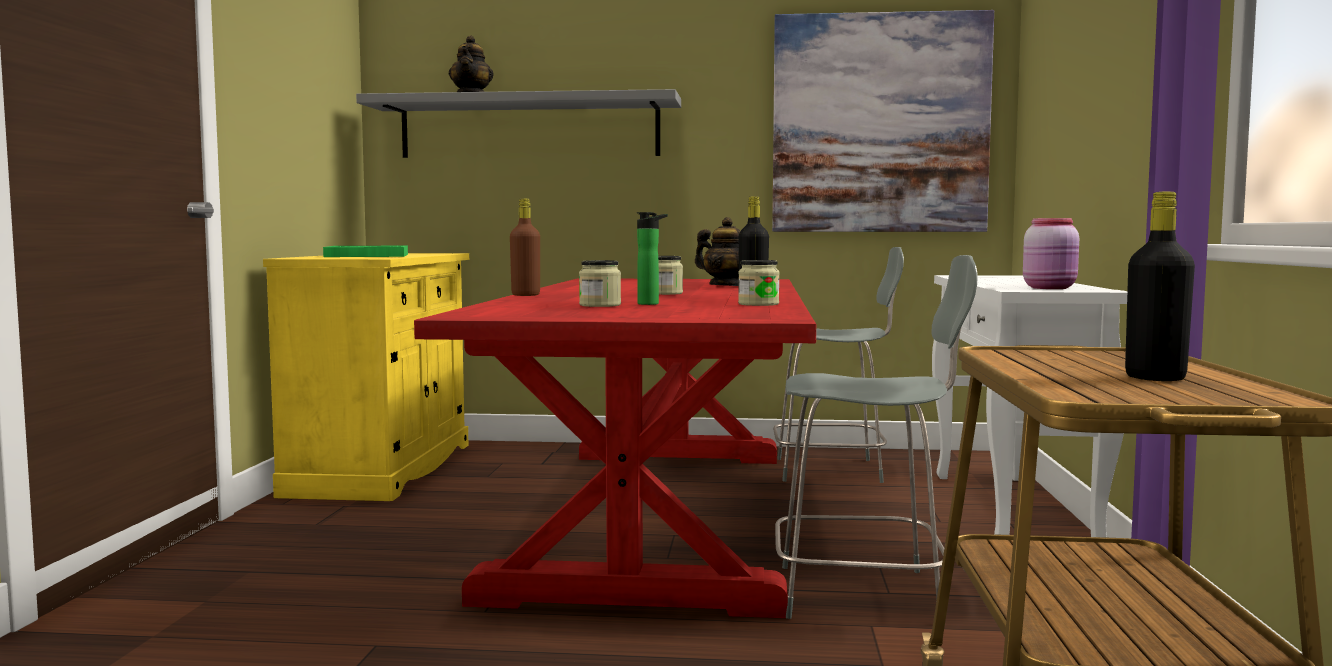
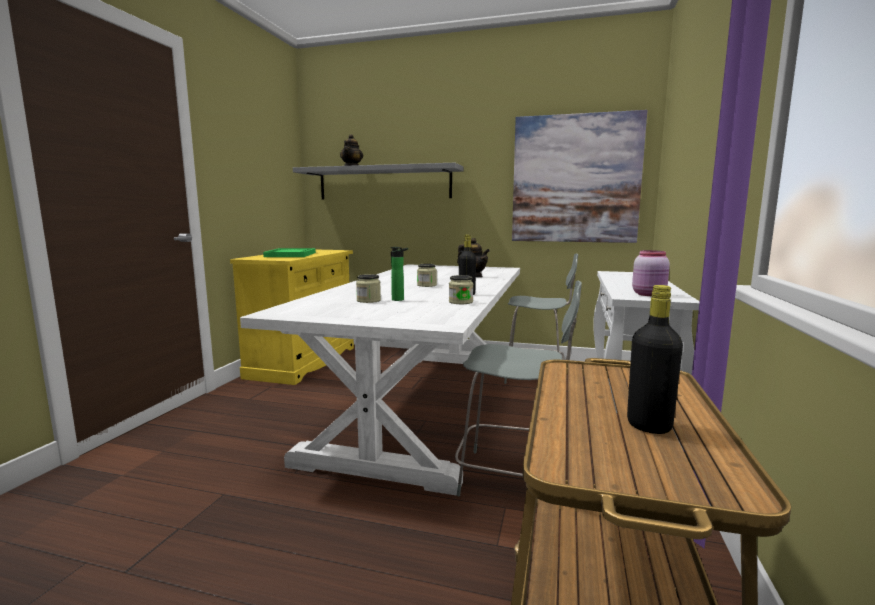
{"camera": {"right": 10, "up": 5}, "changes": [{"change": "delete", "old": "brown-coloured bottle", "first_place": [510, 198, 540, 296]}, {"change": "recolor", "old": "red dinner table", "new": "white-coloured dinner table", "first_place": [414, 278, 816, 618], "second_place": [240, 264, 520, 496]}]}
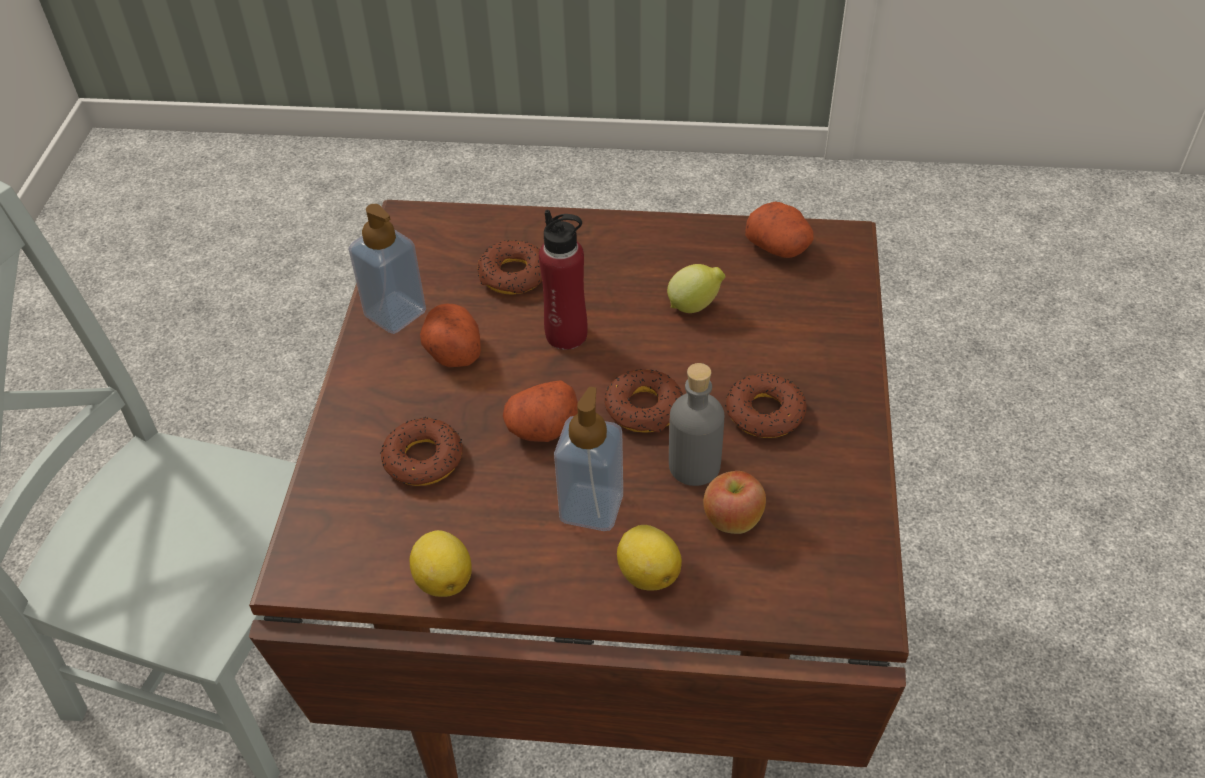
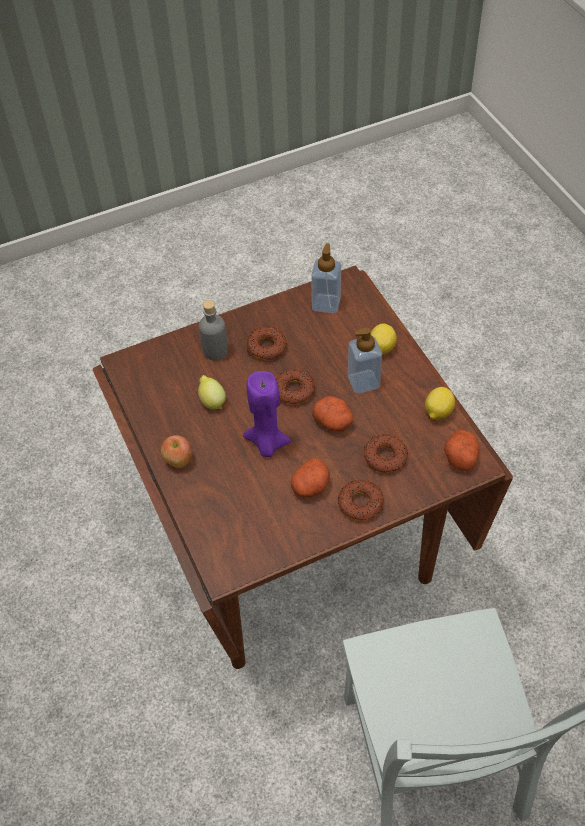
{"camera": {"right": -120, "up": 5}, "changes": [{"change": "move", "old": "spud", "first_place": [745, 202, 814, 258], "second_place": [444, 430, 480, 471]}, {"change": "move", "old": "soap dispenser", "first_place": [348, 204, 426, 334], "second_place": [311, 243, 341, 313]}, {"change": "replace", "old": "red bottle", "new": "purple-coloured candle", "first_place": [539, 210, 588, 350], "second_place": [243, 371, 292, 457]}, {"change": "move", "old": "ring doughnut", "first_place": [477, 240, 542, 295], "second_place": [338, 480, 384, 520]}, {"change": "move", "old": "grey bottle", "first_place": [669, 363, 724, 486], "second_place": [199, 300, 228, 360]}, {"change": "move", "old": "apple", "first_place": [703, 471, 766, 534], "second_place": [161, 435, 192, 468]}]}
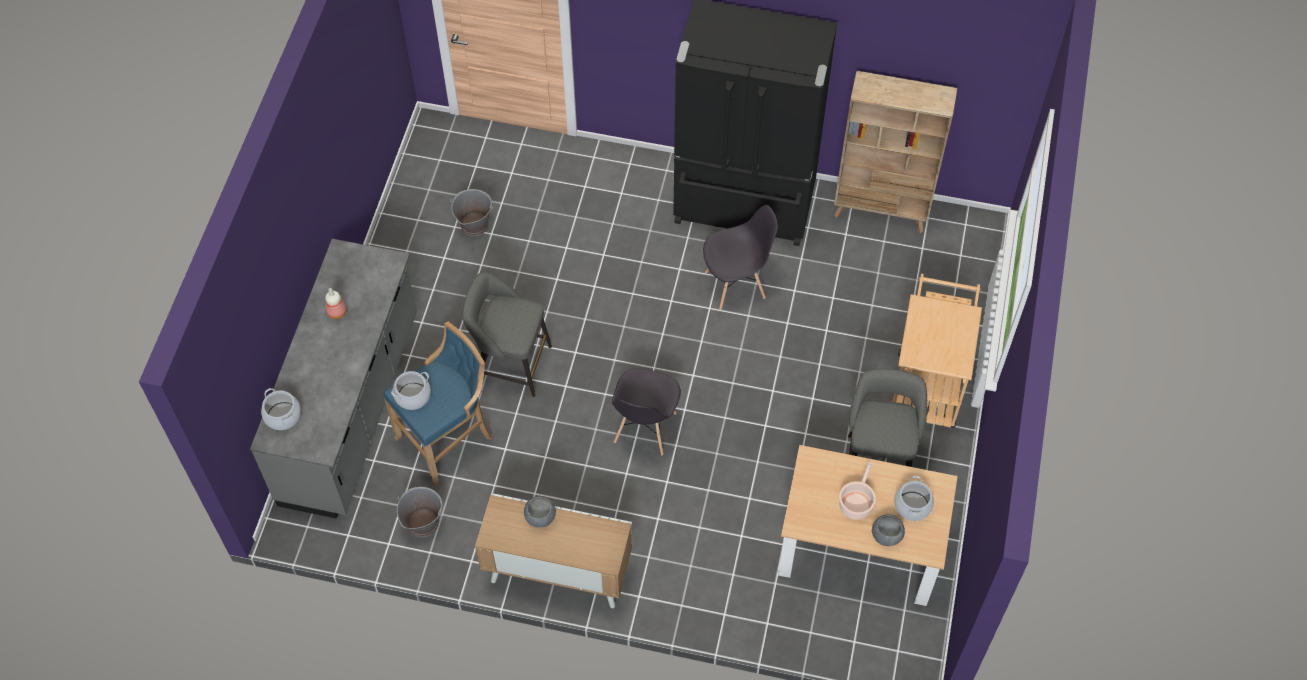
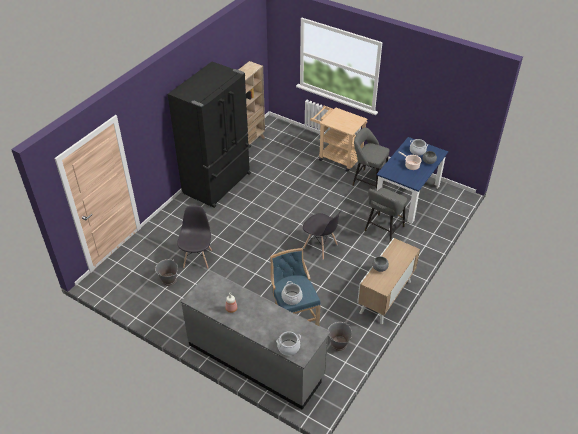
{"camera": {"right": -70, "up": -15}, "changes": [{"change": "move", "old": "grey chair", "first_place": [703, 205, 778, 310], "second_place": [177, 205, 212, 269]}, {"change": "move", "old": "grey stool", "first_place": [463, 272, 552, 397], "second_place": [364, 188, 407, 242]}, {"change": "recolor", "old": "beige-coloured dinner table", "new": "blue dinner table", "first_place": [778, 445, 958, 606], "second_place": [377, 137, 448, 224]}]}
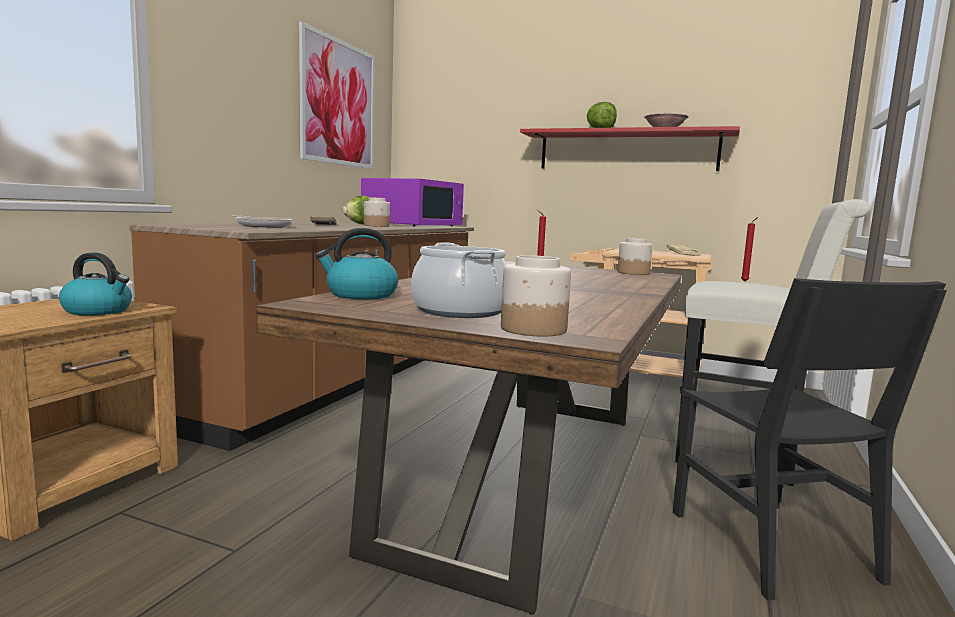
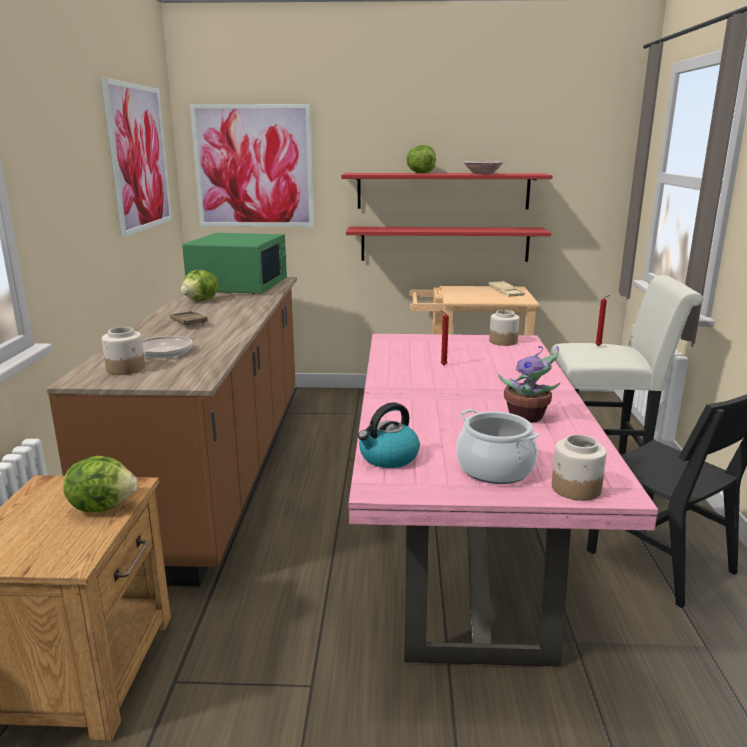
{"camera": {"right": -20, "up": 10}, "changes": [{"change": "recolor", "old": "purple-coloured kitchen microwave", "new": "green kitchen microwave", "first_place": [361, 178, 464, 226], "second_place": [182, 233, 287, 294]}, {"change": "move", "old": "preserve jar", "first_place": [364, 197, 390, 227], "second_place": [102, 327, 145, 375]}, {"change": "replace", "old": "water kettle", "new": "head of lettuce", "first_place": [59, 253, 132, 315], "second_place": [63, 456, 138, 512]}, {"change": "recolor", "old": "brown-coloured dinner table", "new": "pinkish dinner table", "first_place": [256, 261, 681, 615], "second_place": [348, 334, 658, 667]}, {"change": "insert", "new": "wall art", "second_place": [190, 104, 314, 227]}, {"change": "insert", "new": "red bracket shelf", "second_place": [346, 227, 551, 262]}, {"change": "insert", "new": "potted plant", "second_place": [498, 346, 560, 423]}]}
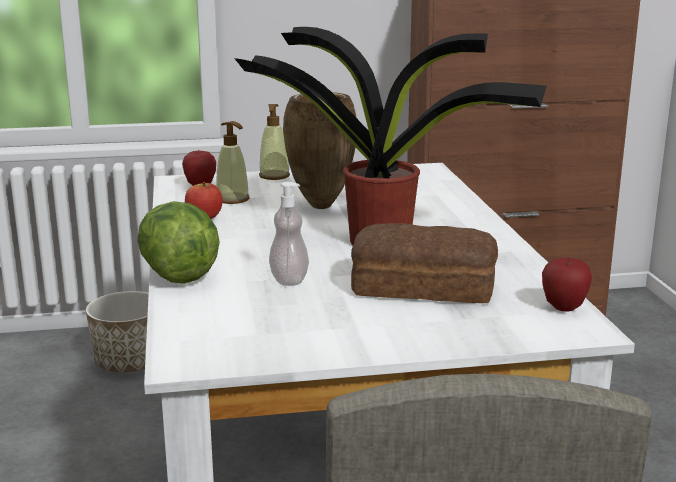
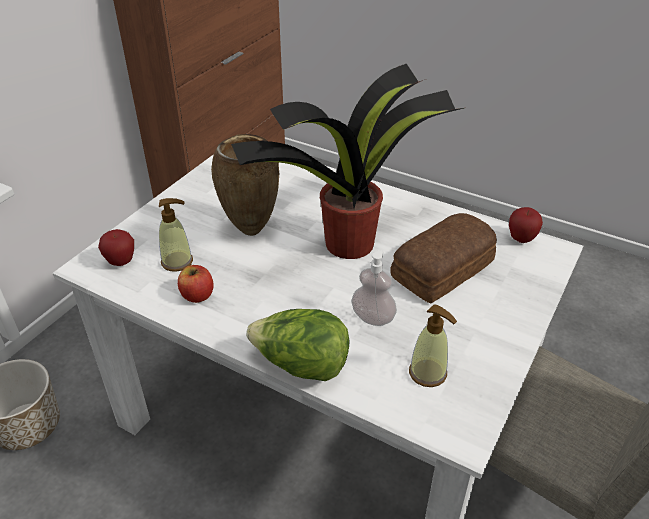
{"camera": {"right": -50, "up": 20}, "changes": [{"change": "move", "old": "soap dispenser", "first_place": [259, 104, 290, 180], "second_place": [409, 304, 457, 387]}]}
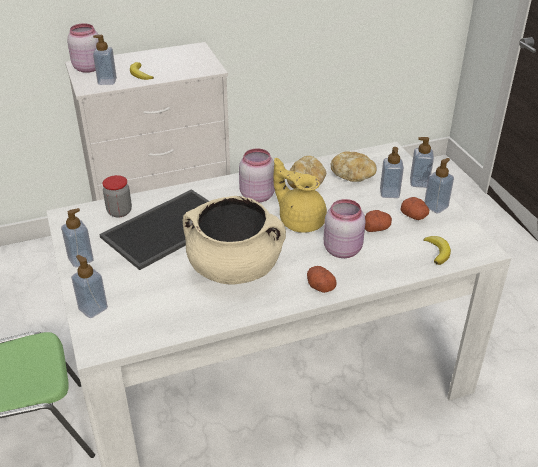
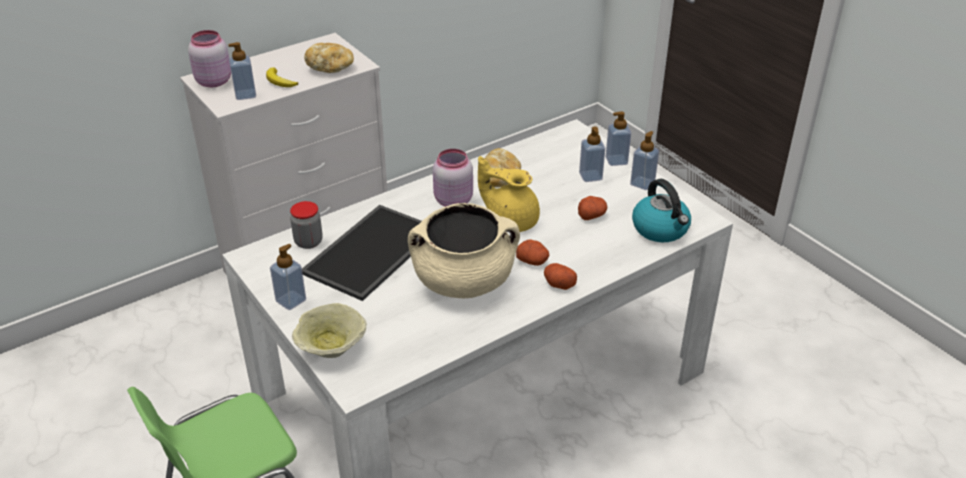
{"camera": {"right": -15, "up": 0}, "changes": [{"change": "move", "old": "baked bread", "first_place": [331, 151, 377, 182], "second_place": [304, 43, 354, 73]}, {"change": "move", "old": "spud", "first_place": [400, 197, 429, 220], "second_place": [516, 240, 549, 266]}, {"change": "delete", "old": "pinkish preserve jar", "first_place": [324, 199, 366, 258]}, {"change": "replace", "old": "banana fruit", "new": "water kettle", "first_place": [423, 236, 451, 265], "second_place": [632, 179, 691, 242]}, {"change": "replace", "old": "soap dispenser", "new": "beige-coloured bowl", "first_place": [71, 255, 108, 318], "second_place": [292, 303, 367, 358]}]}
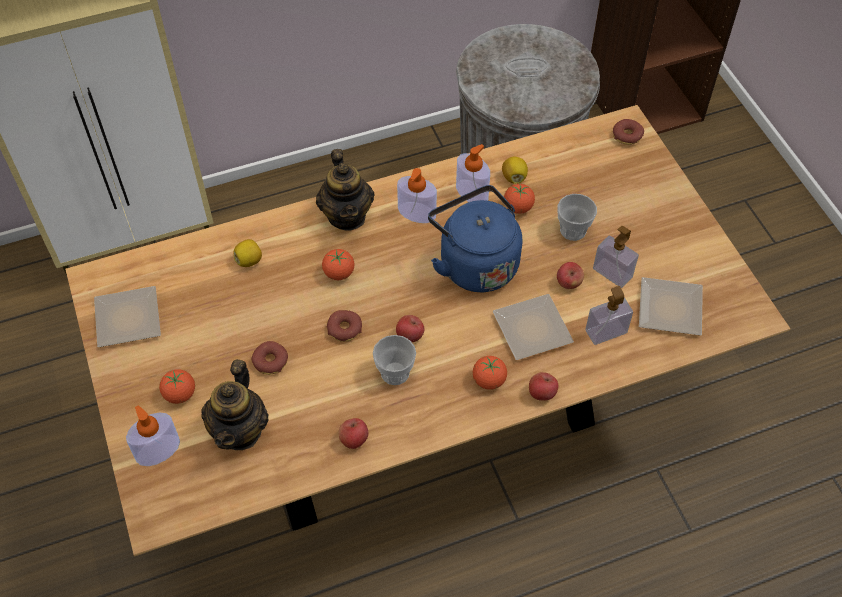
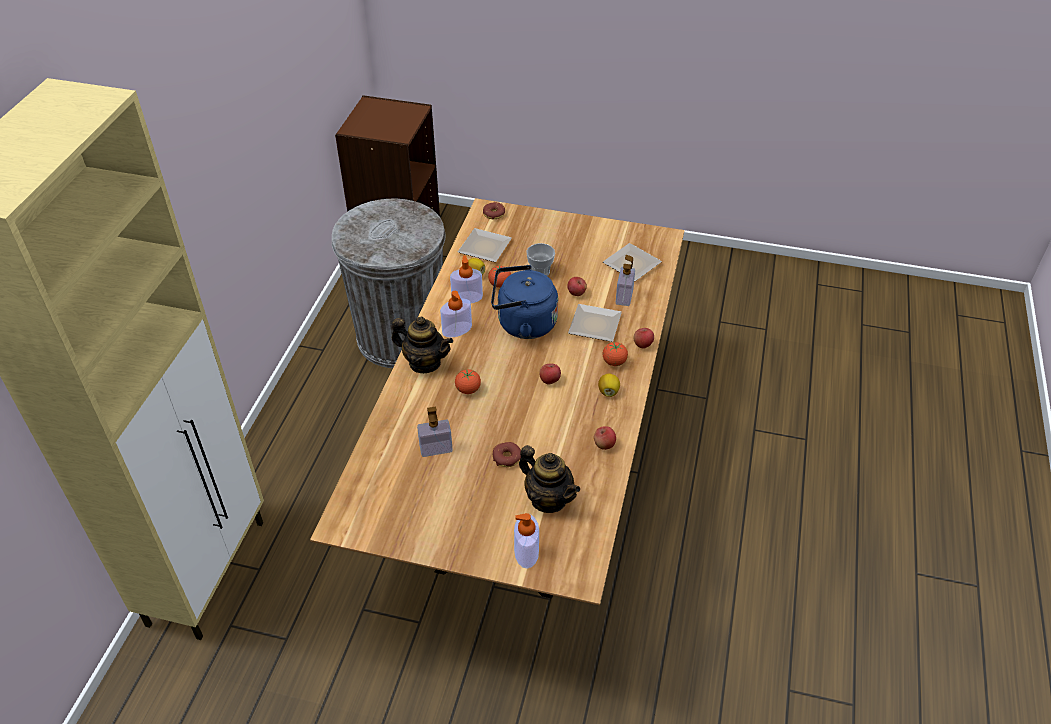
{"camera": {"right": -55, "up": -10}, "changes": [{"change": "move", "old": "soap dispenser", "first_place": [593, 226, 639, 288], "second_place": [417, 407, 453, 457]}, {"change": "move", "old": "lemon", "first_place": [233, 239, 262, 267], "second_place": [598, 374, 620, 397]}, {"change": "move", "old": "dinner plate", "first_place": [94, 286, 161, 347], "second_place": [458, 228, 512, 262]}, {"change": "delete", "old": "ring doughnut", "first_place": [327, 310, 362, 342]}, {"change": "delete", "old": "cup", "first_place": [373, 335, 416, 385]}, {"change": "delete", "old": "fresh tomato", "first_place": [159, 369, 195, 404]}]}
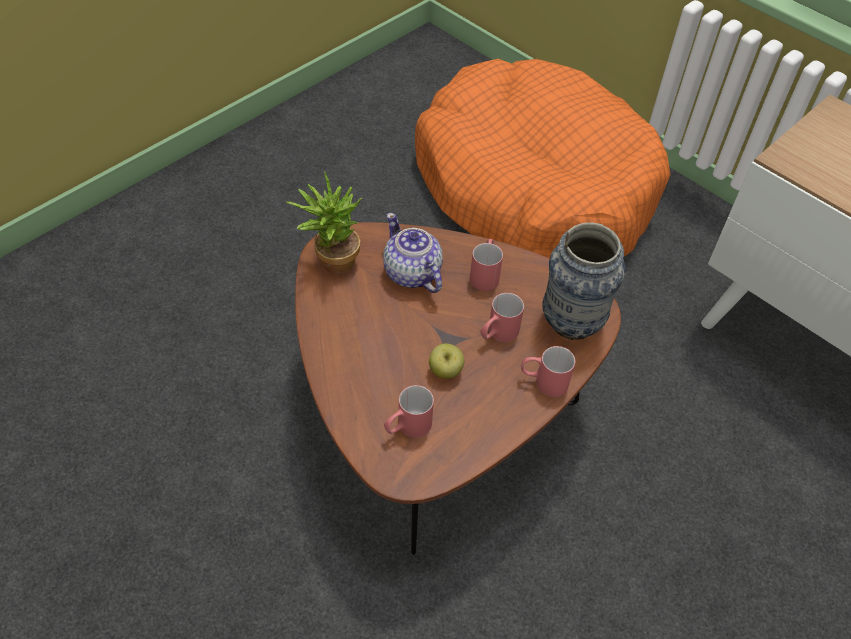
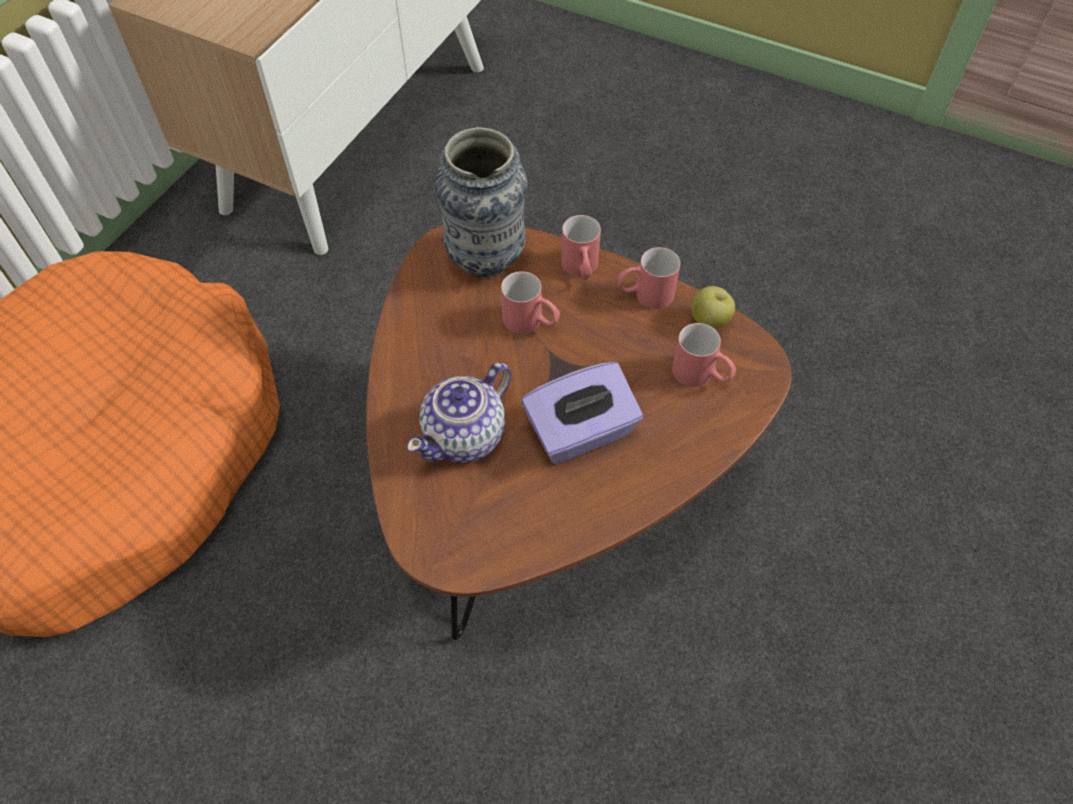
{"camera": {"right": -105, "up": 5}, "changes": [{"change": "delete", "old": "potted plant", "first_place": [286, 172, 362, 274]}, {"change": "move", "old": "red coffee mug", "first_place": [470, 239, 503, 291], "second_place": [617, 247, 681, 309]}, {"change": "move", "old": "apple", "first_place": [429, 343, 464, 379], "second_place": [692, 286, 735, 329]}, {"change": "insert", "new": "purple-coloured tissue holder", "second_place": [522, 362, 643, 464]}]}
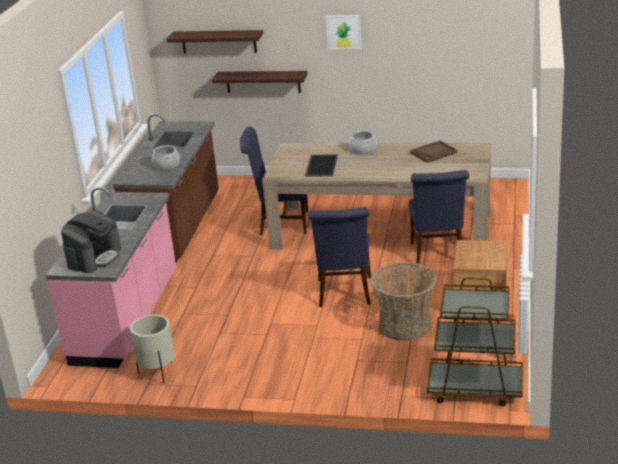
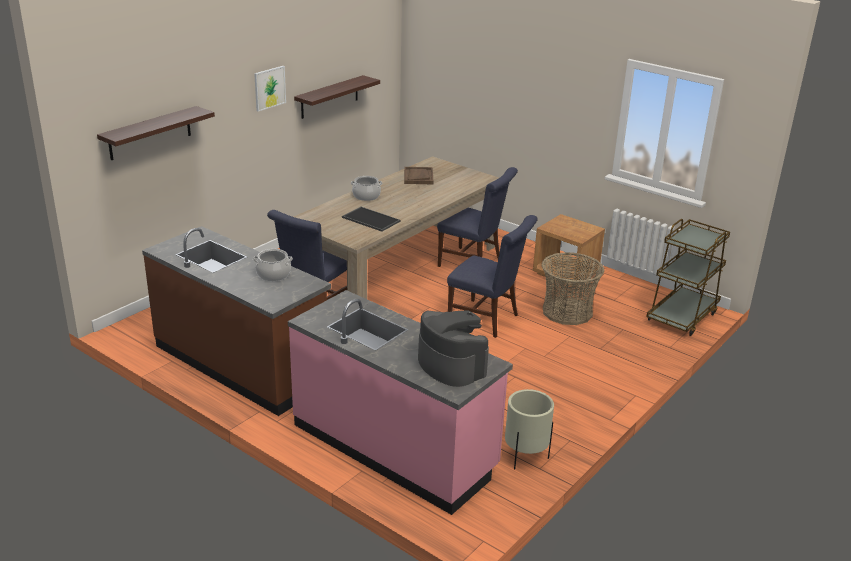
{"camera": {"right": -65, "up": 0}, "changes": [{"change": "move", "old": "bracket shelf", "first_place": [212, 71, 308, 93], "second_place": [294, 75, 380, 119]}]}
